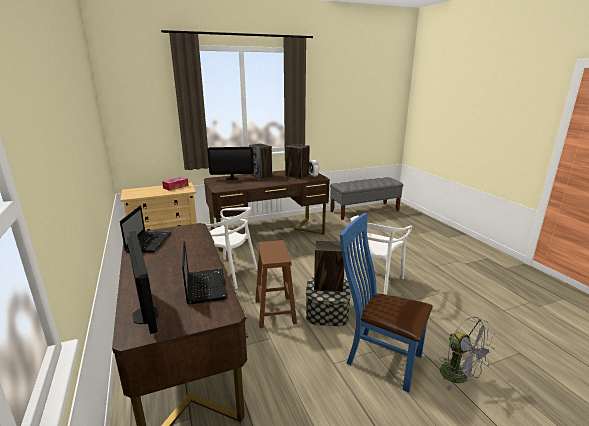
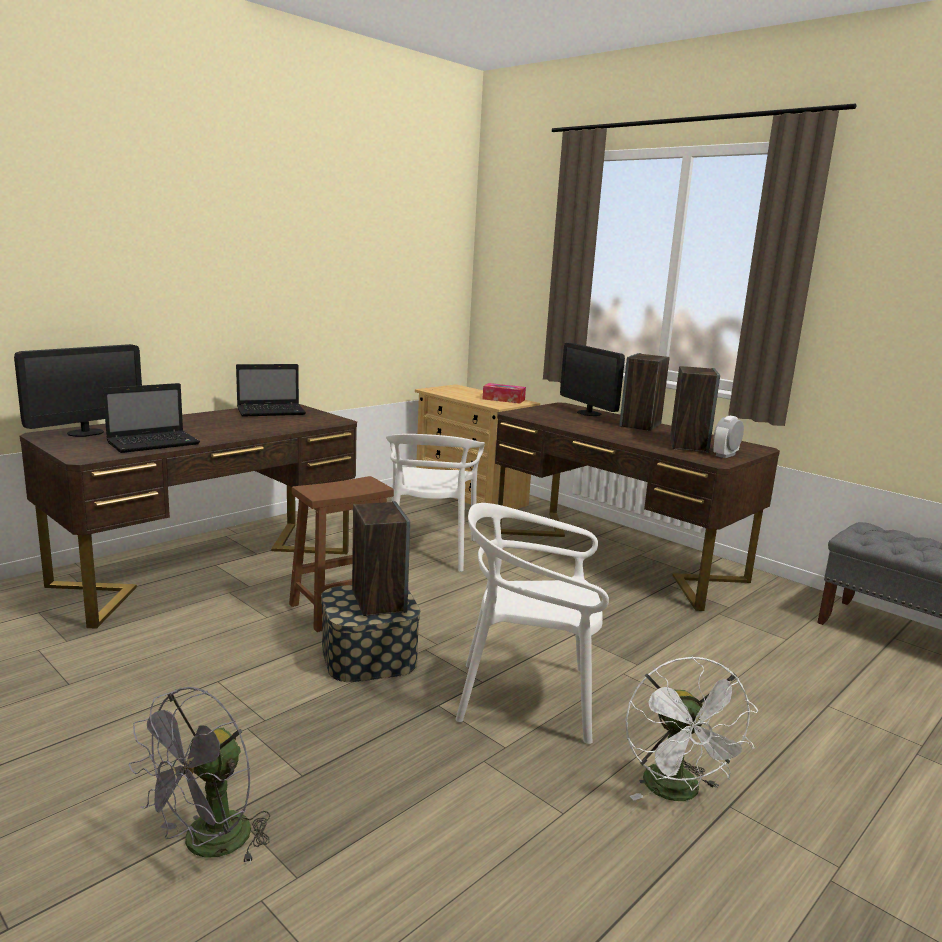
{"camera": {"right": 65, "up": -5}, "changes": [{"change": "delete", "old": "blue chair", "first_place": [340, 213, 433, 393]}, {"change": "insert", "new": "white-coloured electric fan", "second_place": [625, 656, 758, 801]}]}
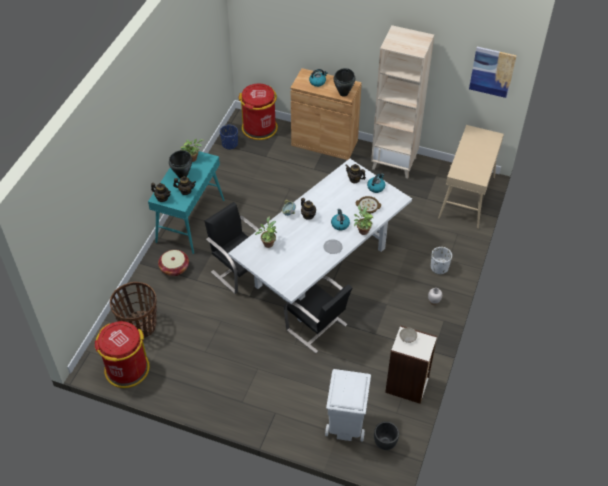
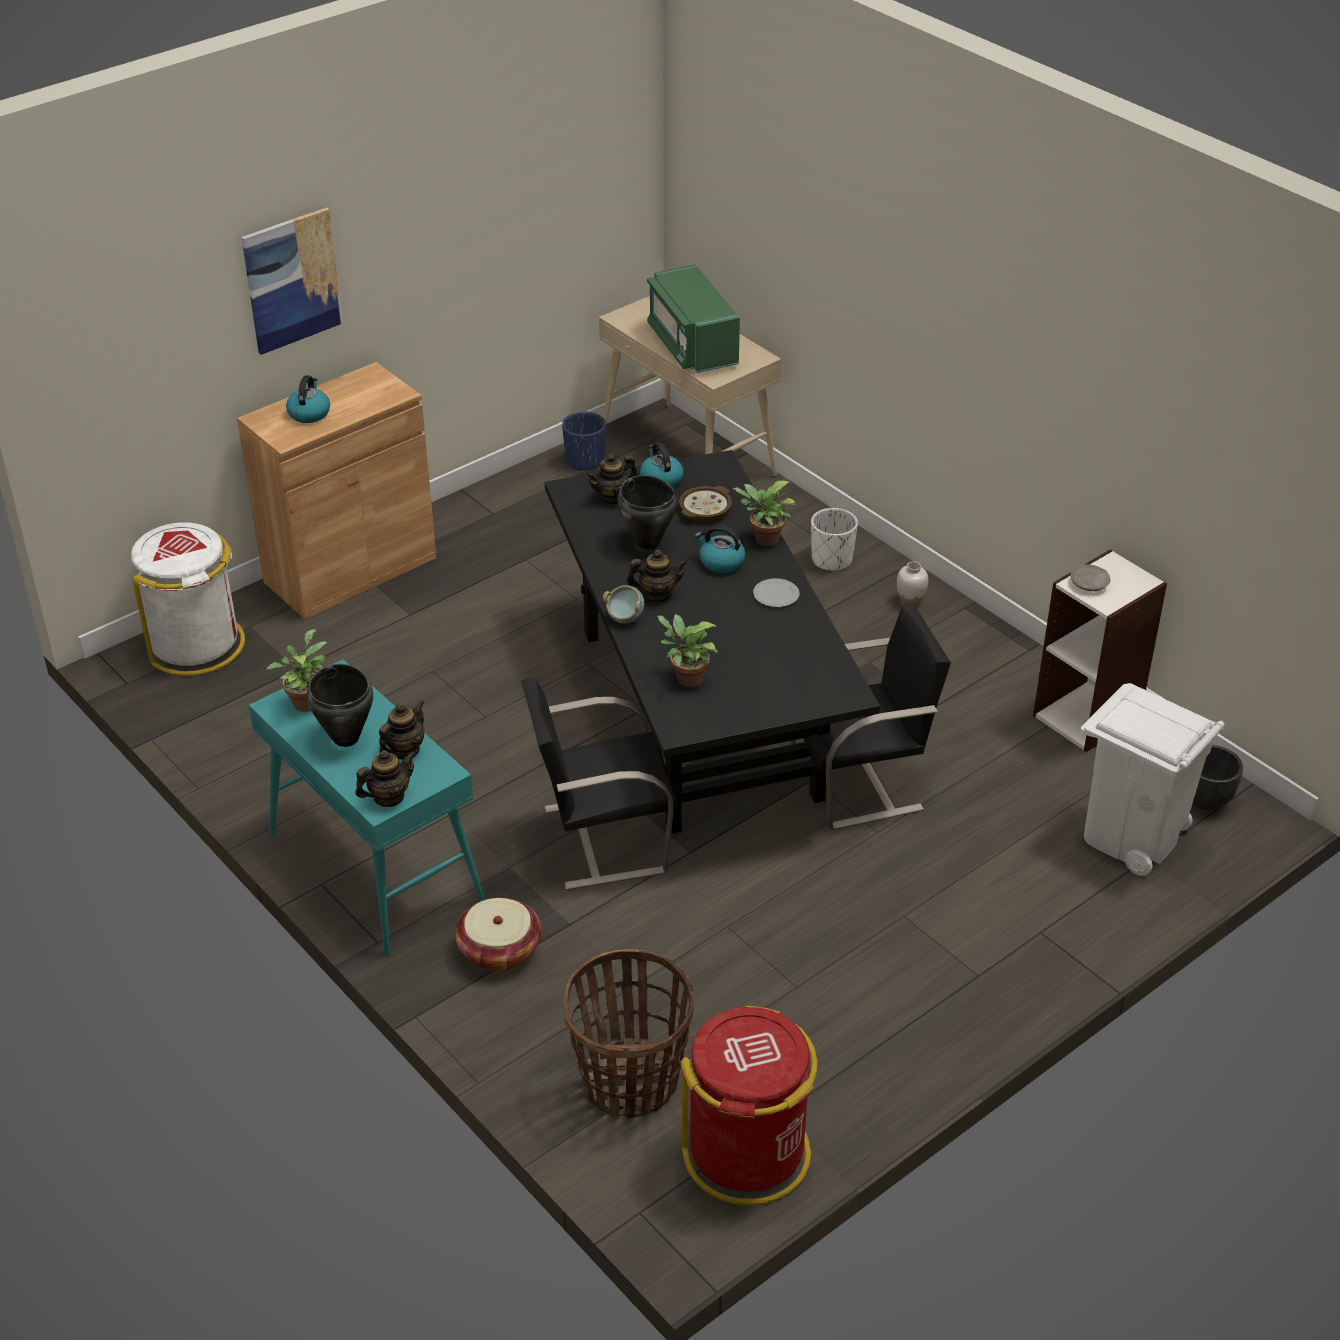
{"camera": {"right": -60, "up": -10}, "changes": [{"change": "delete", "old": "beige-coloured bookcase", "first_place": [371, 25, 434, 178]}, {"change": "move", "old": "wall art", "first_place": [469, 47, 517, 98], "second_place": [241, 207, 343, 355]}, {"change": "move", "old": "black-coloured saucepot", "first_place": [333, 68, 355, 97], "second_place": [617, 475, 677, 550]}, {"change": "recolor", "old": "red rubbish bin", "new": "white-coloured rubbish bin", "first_place": [239, 83, 278, 140], "second_place": [131, 522, 245, 676]}, {"change": "move", "old": "blue flower pot", "first_place": [220, 125, 238, 150], "second_place": [562, 412, 606, 471]}, {"change": "recolor", "old": "white-coloured dinner table", "new": "black-coloured dinner table", "first_place": [228, 159, 412, 322], "second_place": [545, 450, 880, 834]}, {"change": "insert", "new": "green kitchen microwave", "second_place": [647, 265, 740, 373]}]}
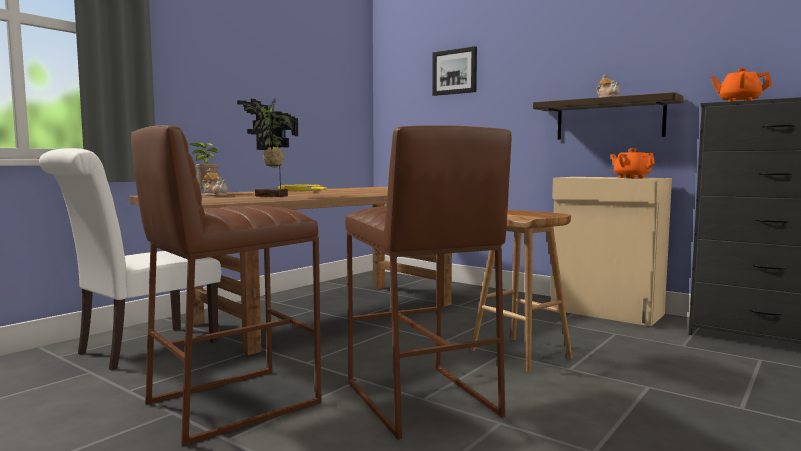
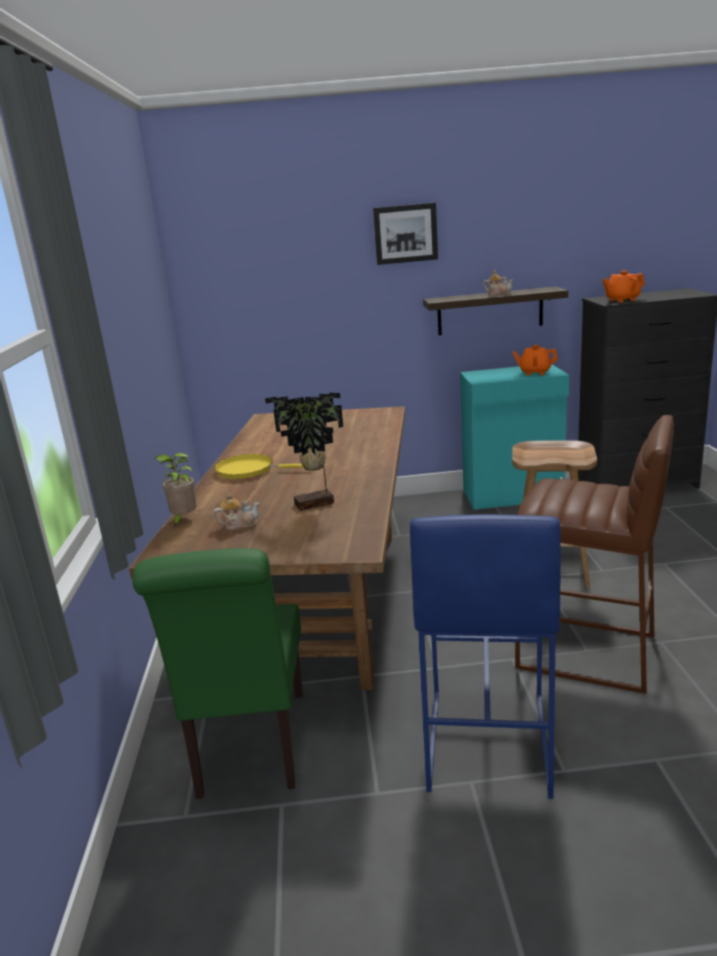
{"camera": {"right": -40, "up": 15}, "changes": [{"change": "move", "old": "wall art", "first_place": [432, 46, 477, 96], "second_place": [373, 203, 438, 265]}, {"change": "recolor", "old": "brown-coloured stool", "new": "blue stool", "first_place": [131, 125, 321, 446], "second_place": [410, 514, 561, 799]}, {"change": "recolor", "old": "white-coloured chair", "new": "green chair", "first_place": [39, 148, 221, 370], "second_place": [132, 548, 303, 799]}, {"change": "recolor", "old": "beige-coloured storage cabinet", "new": "turquoise storage cabinet", "first_place": [551, 177, 672, 326], "second_place": [460, 364, 569, 510]}]}
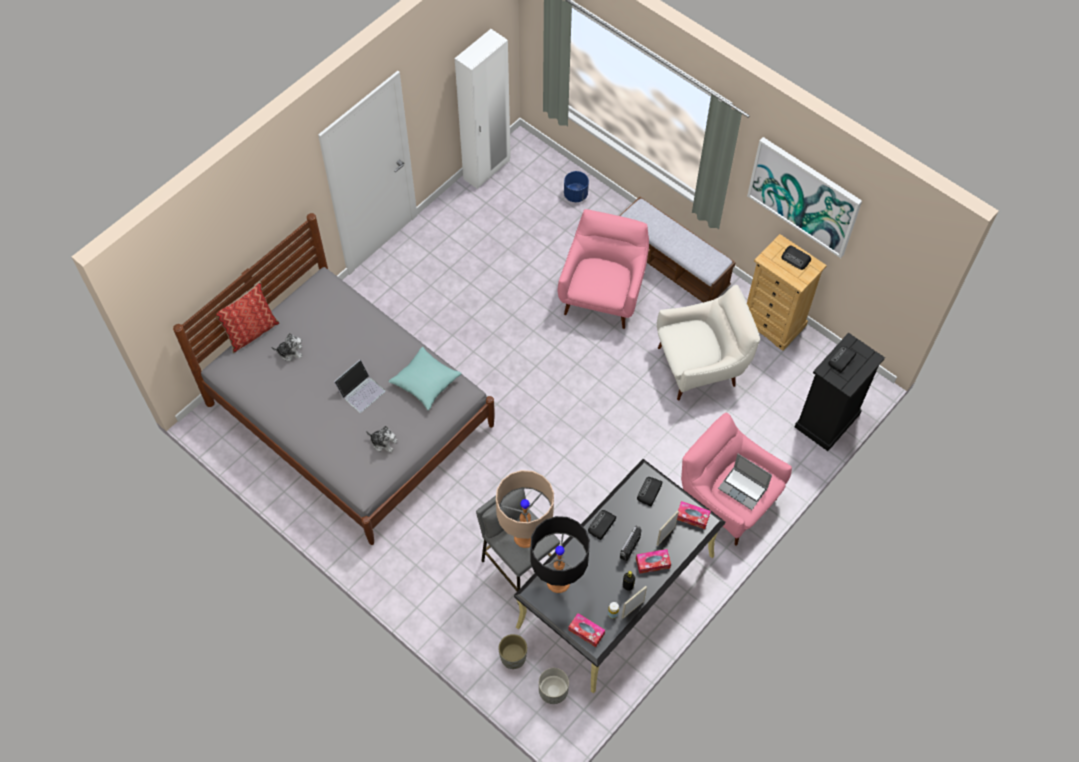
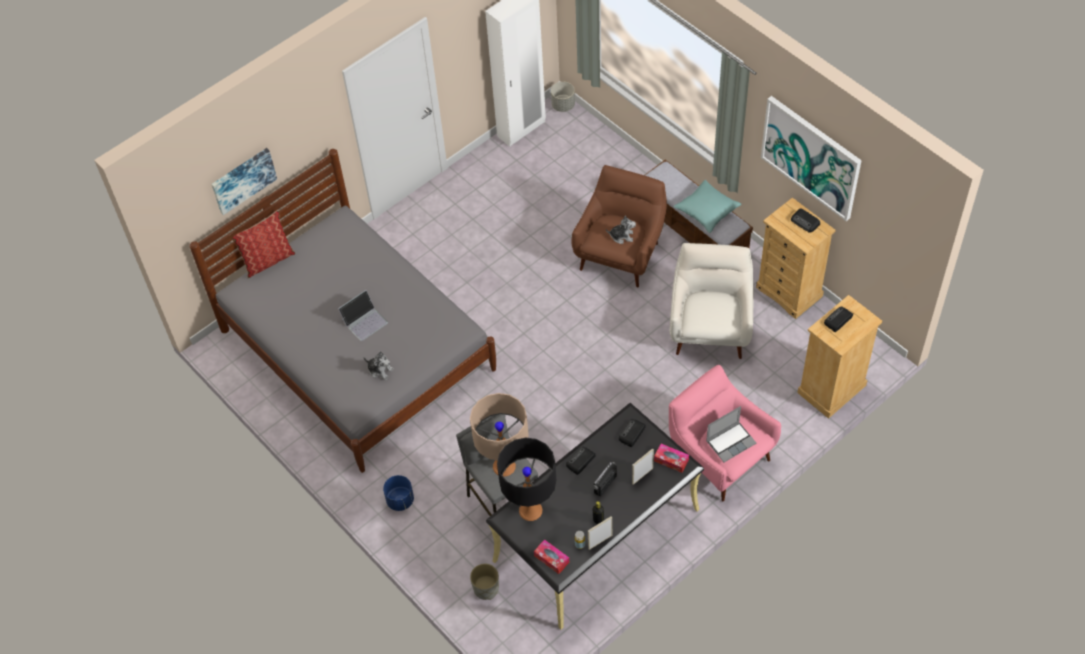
{"camera": {"right": 10, "up": -5}, "changes": [{"change": "move", "old": "blue flower pot", "first_place": [564, 171, 589, 202], "second_place": [383, 475, 414, 511]}, {"change": "recolor", "old": "pinkish armchair", "new": "brown-coloured armchair", "first_place": [557, 209, 649, 329], "second_place": [572, 165, 667, 287]}, {"change": "rotate", "old": "white-coloured armchair", "first_place": [657, 285, 760, 400], "second_place": [670, 243, 754, 359], "degrees": -75}, {"change": "move", "old": "plush toy", "first_place": [271, 333, 302, 361], "second_place": [606, 215, 636, 244]}, {"change": "recolor", "old": "black-coloured drawer chest", "new": "beige-coloured drawer chest", "first_place": [795, 333, 885, 451], "second_place": [797, 295, 882, 419]}, {"change": "move", "old": "turquoise throw pillow", "first_place": [388, 347, 462, 410], "second_place": [673, 180, 741, 233]}, {"change": "rotate", "old": "notebook computer", "first_place": [718, 454, 772, 510], "second_place": [706, 406, 756, 462], "degrees": -75}, {"change": "delete", "old": "tissue holder", "first_place": [636, 549, 671, 574]}, {"change": "move", "old": "grey flower pot", "first_place": [539, 668, 569, 704], "second_place": [551, 82, 575, 112]}, {"change": "insert", "new": "wall art", "second_place": [211, 148, 277, 215]}]}
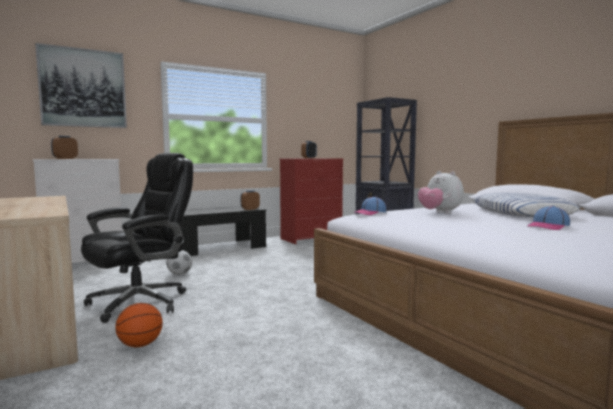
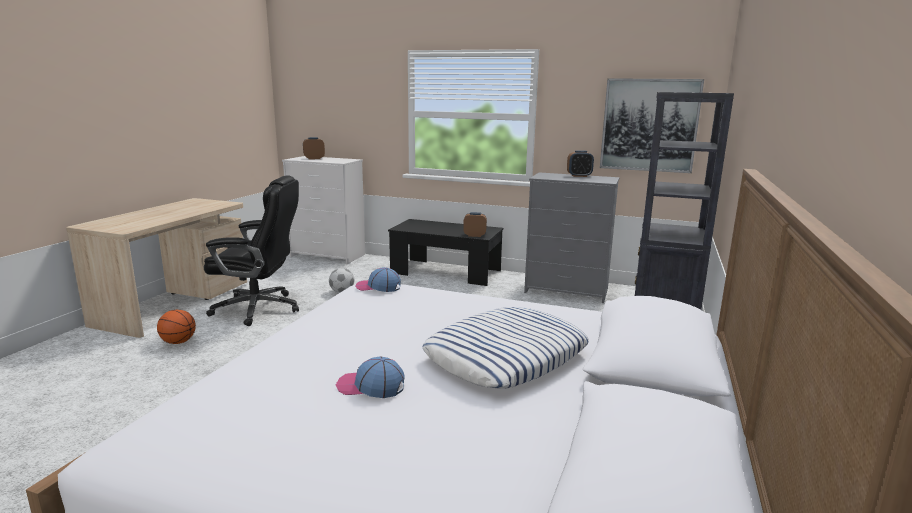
{"camera": {"right": 50, "up": 10}, "changes": [{"change": "move", "old": "wall art", "first_place": [35, 43, 127, 128], "second_place": [600, 78, 704, 173]}, {"change": "recolor", "old": "red drawer chest", "new": "grey drawer chest", "first_place": [280, 158, 343, 244], "second_place": [524, 172, 619, 303]}, {"change": "delete", "old": "plush toy", "first_place": [418, 171, 464, 214]}]}
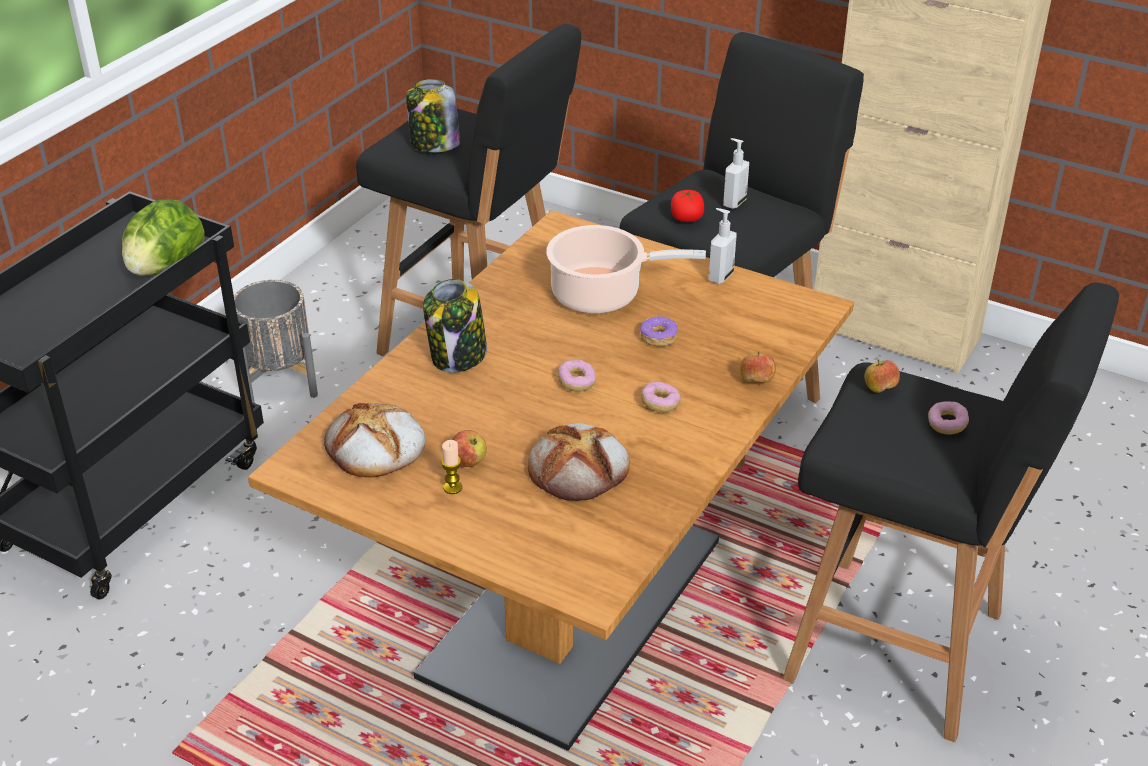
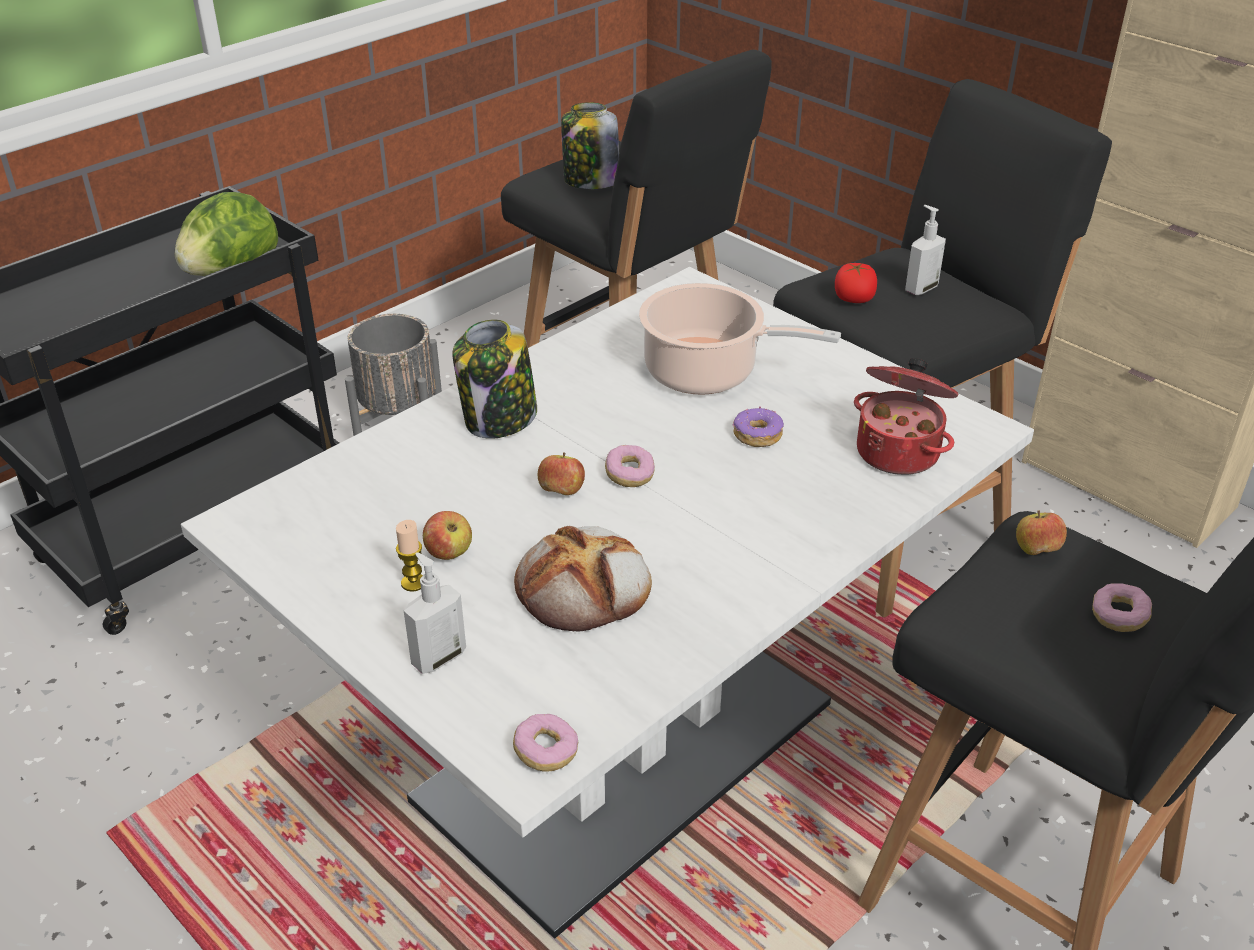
{"camera": {"right": 15, "up": 0}, "changes": [{"change": "move", "old": "soap dispenser", "first_place": [709, 208, 736, 284], "second_place": [404, 552, 466, 674]}, {"change": "recolor", "old": "brown-coloured dinner table", "new": "white-coloured dinner table", "first_place": [248, 210, 854, 751], "second_place": [181, 267, 1034, 938]}, {"change": "move", "old": "apple", "first_place": [740, 351, 776, 383], "second_place": [538, 452, 585, 495]}, {"change": "move", "old": "ring doughnut", "first_place": [641, 382, 681, 412], "second_place": [513, 714, 578, 771]}, {"change": "delete", "old": "baked bread", "first_place": [324, 403, 425, 478]}, {"change": "insert", "new": "saucepot", "second_place": [854, 358, 959, 475]}]}
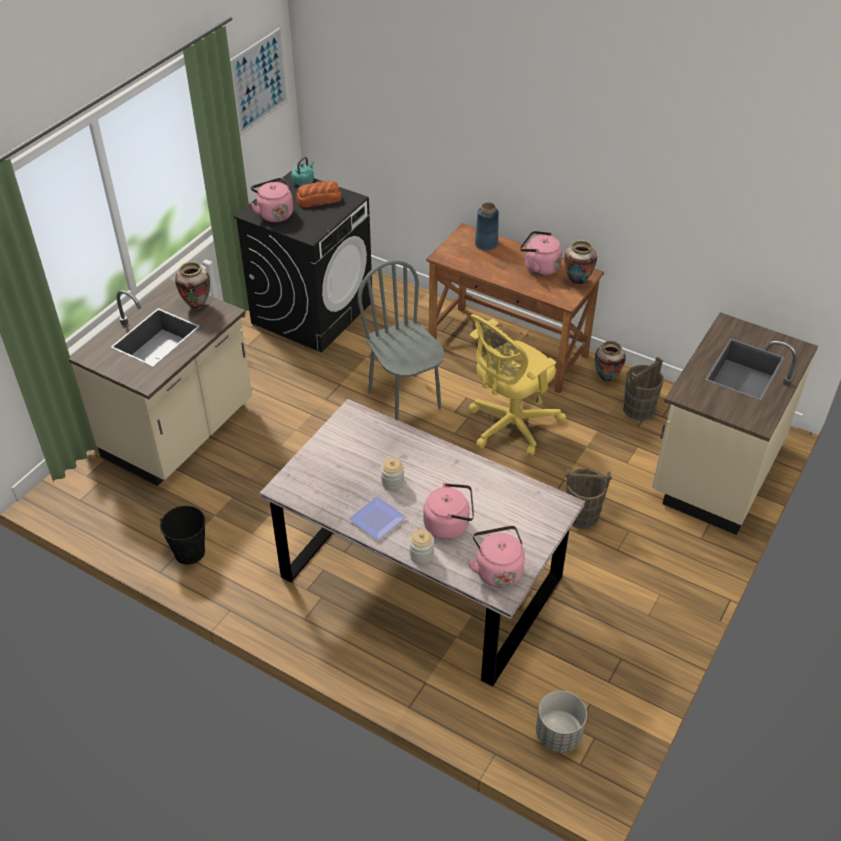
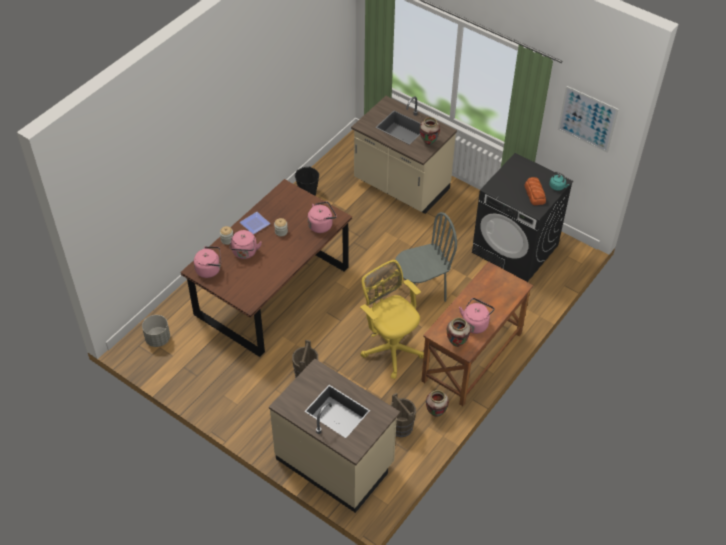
{"camera": {"right": 95, "up": 5}, "changes": [{"change": "move", "old": "pinkish water kettle", "first_place": [250, 178, 293, 222], "second_place": [308, 201, 337, 233]}, {"change": "delete", "old": "blue flower vase", "first_place": [475, 202, 499, 250]}, {"change": "recolor", "old": "grey dinner table", "new": "brown-coloured dinner table", "first_place": [260, 399, 585, 687], "second_place": [180, 179, 352, 357]}]}
